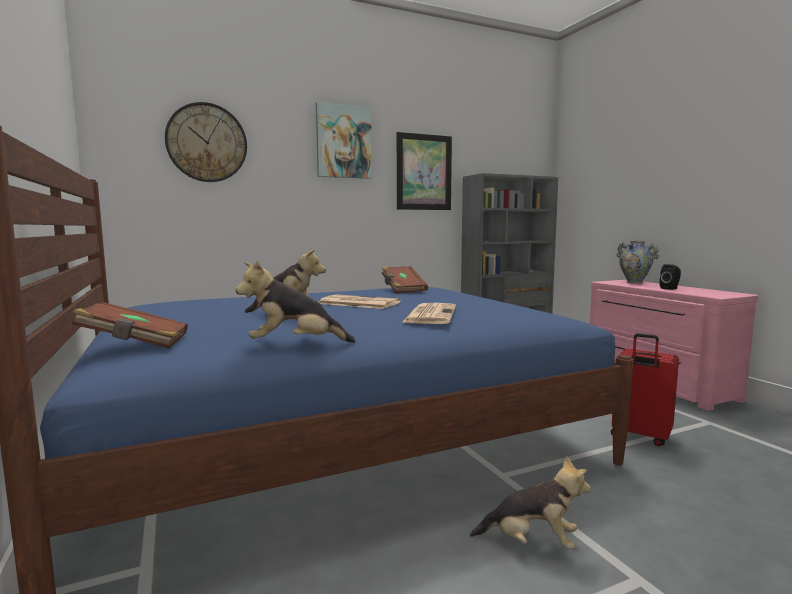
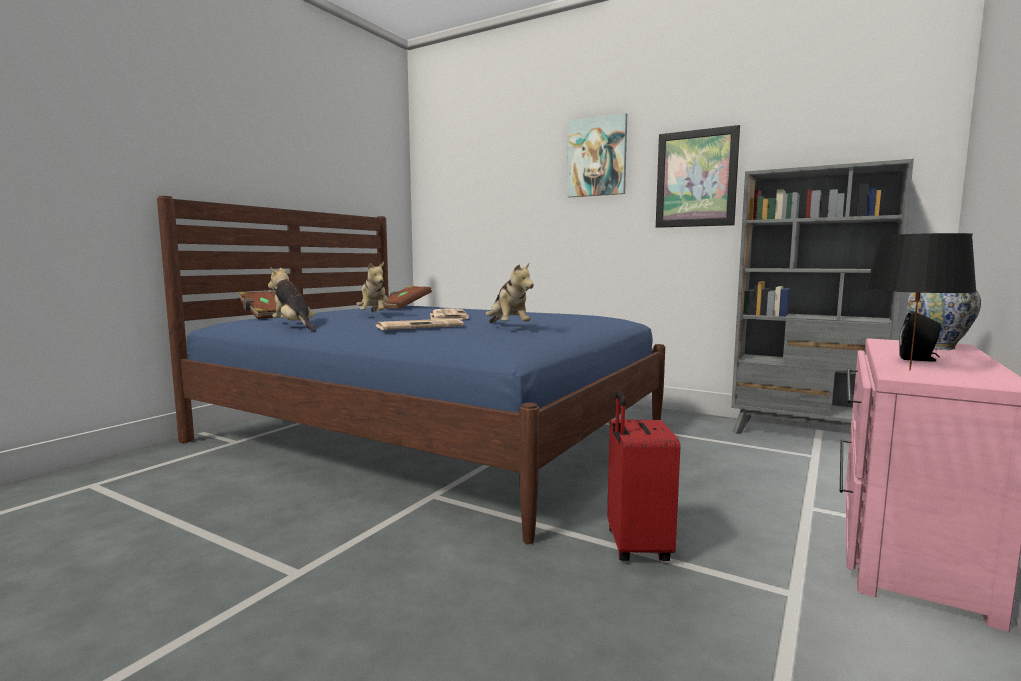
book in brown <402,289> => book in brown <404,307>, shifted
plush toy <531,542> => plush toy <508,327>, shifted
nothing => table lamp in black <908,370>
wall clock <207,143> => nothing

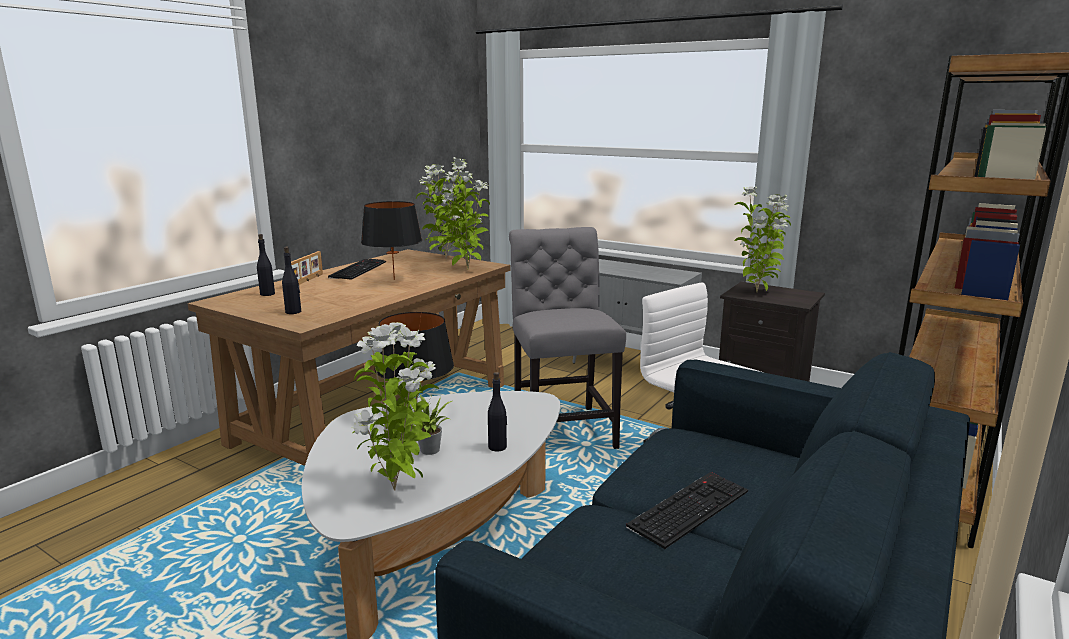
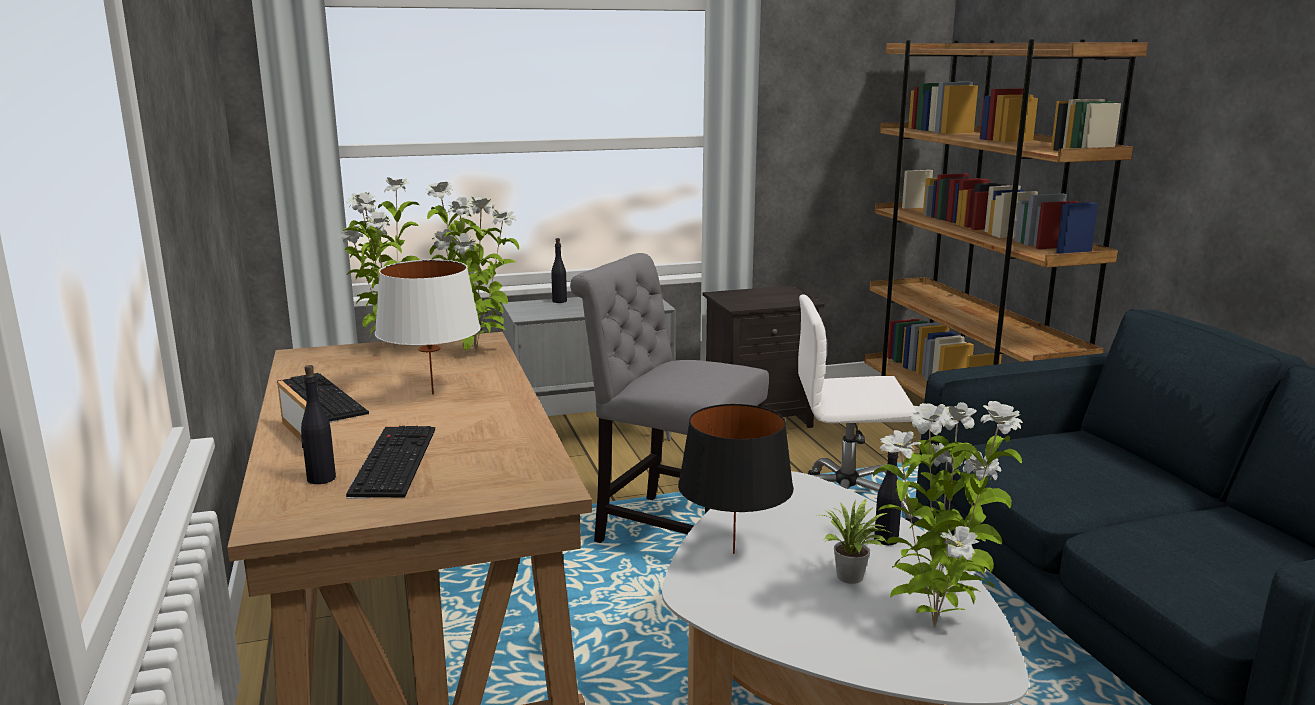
keyboard <688,507> => keyboard <392,460>, shifted
table lamp in black <394,279> => table lamp in white <433,394>
bottle in black <293,312> => bottle in black <559,301>, shifted
potted plant <757,292> => nothing

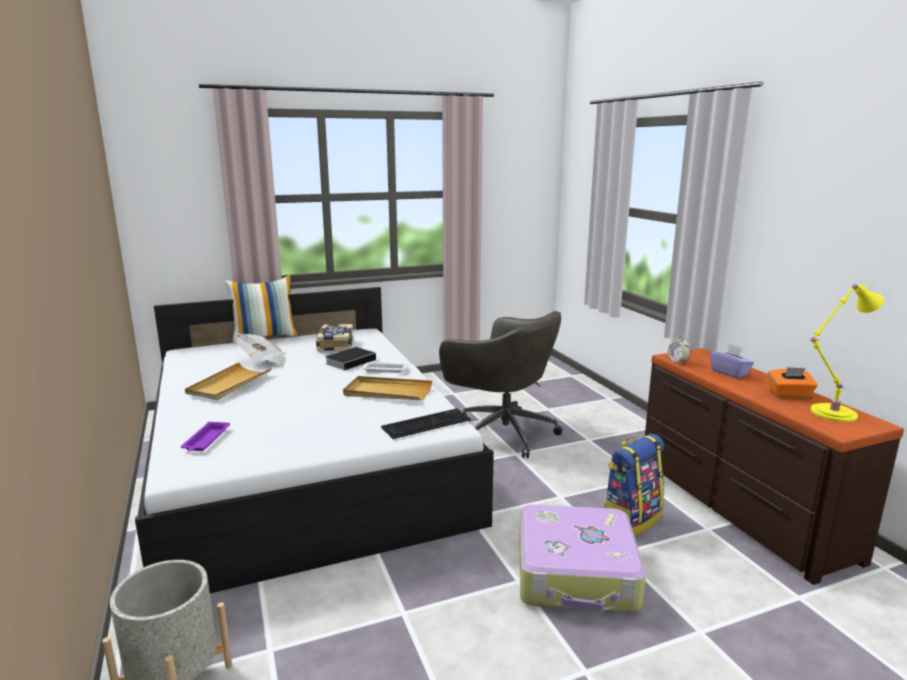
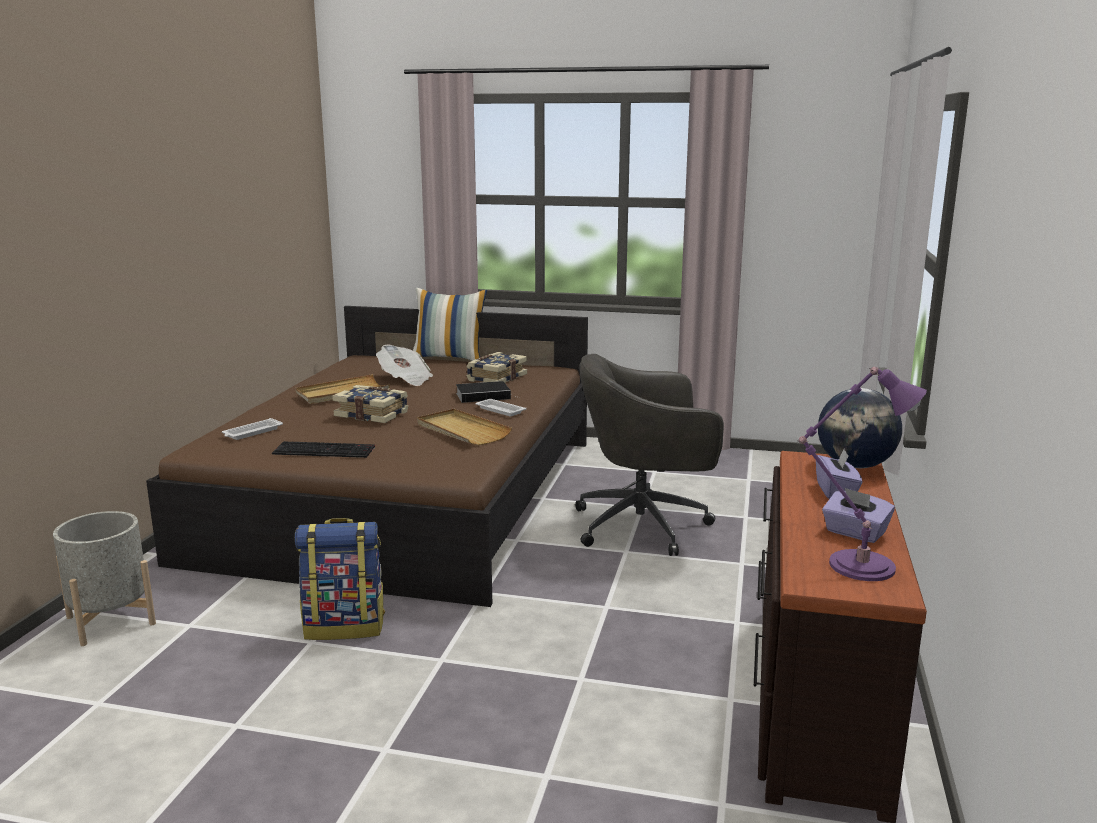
bed in white <303,462> => bed in brown <405,496>
tray in purple <206,440> => tray in white <252,433>
keyboard <427,423> => keyboard <325,450>, shifted
backpack <630,520> => backpack <345,626>, shifted
nothing => book <372,414>
office chair in grey <501,432> => office chair in grey <645,525>, 105 degrees clockwise
table lamp in yellow <830,413> => table lamp in purple <855,565>
nothing => globe <856,465>
tissue box in orange <789,395> => tissue box in purple <855,533>
suitcase <577,574> => nothing
alarm clock <677,361> => nothing

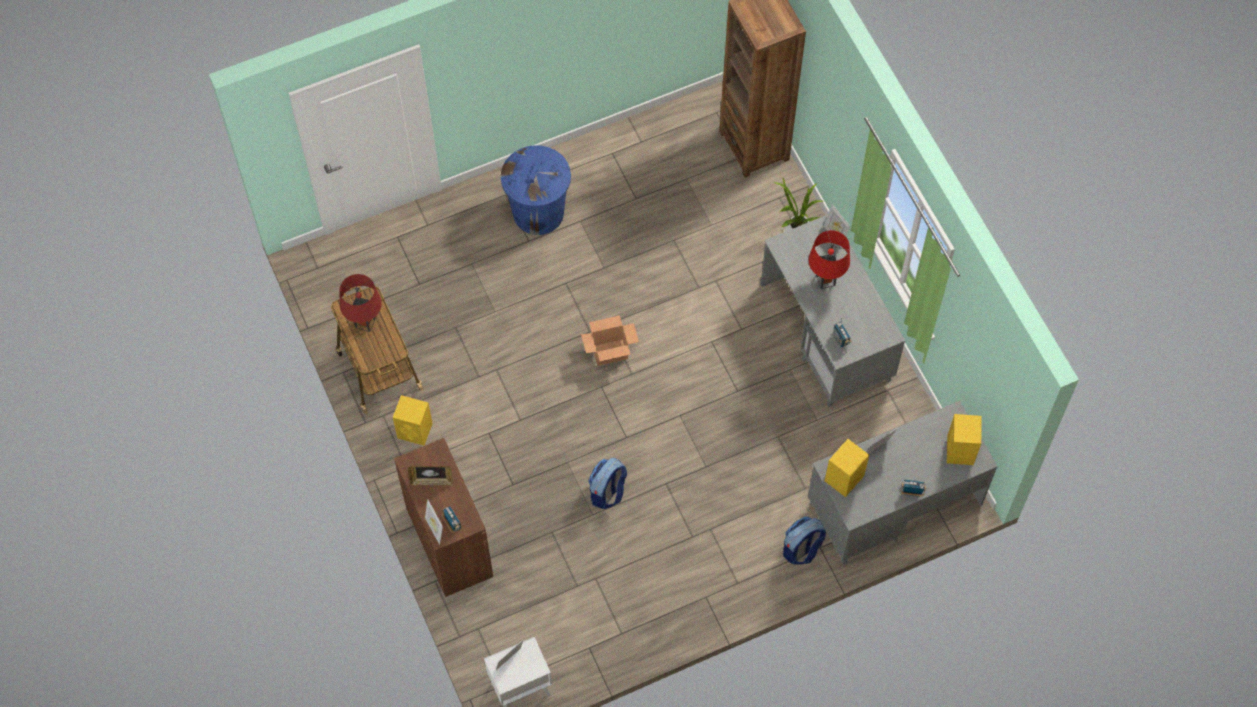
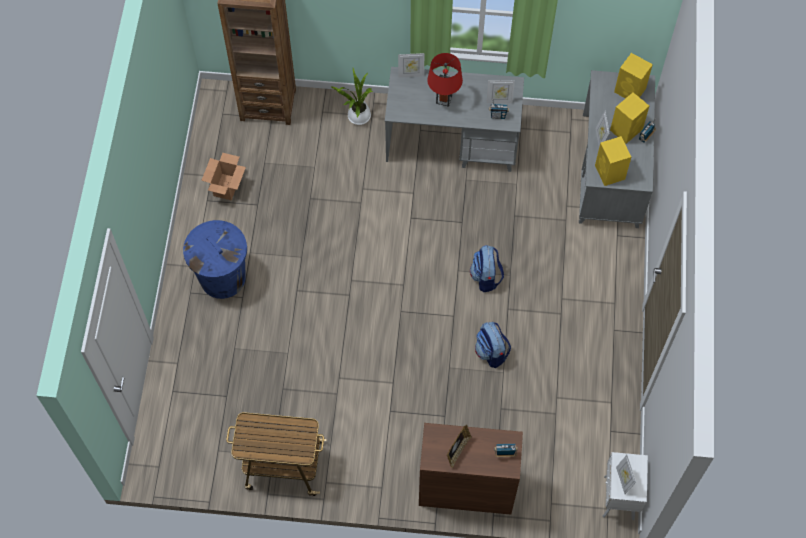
cardboard box <610,352> => cardboard box <226,186>, shifted
backpack <802,549> => backpack <486,277>, shifted
picture frame <435,529> => picture frame <499,100>, shifted
speaker in yellow <415,431> => speaker in yellow <626,129>, shifted
table lamp in red <365,323> => nothing

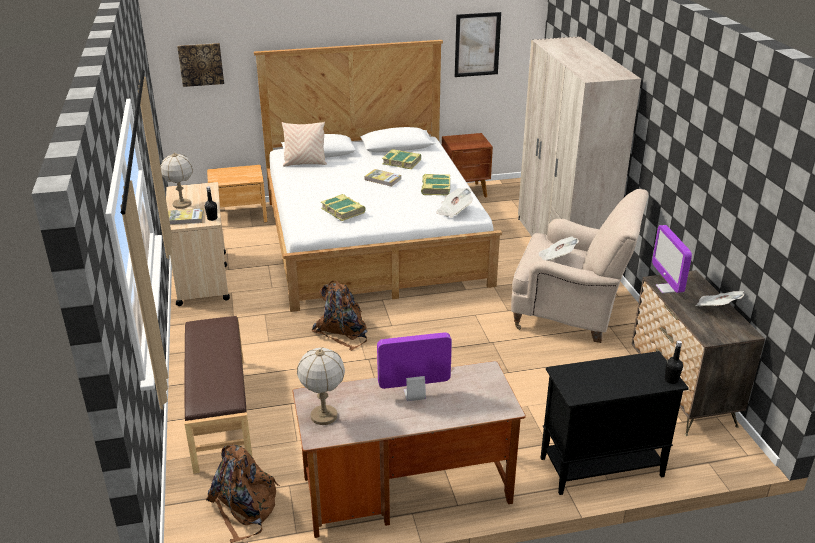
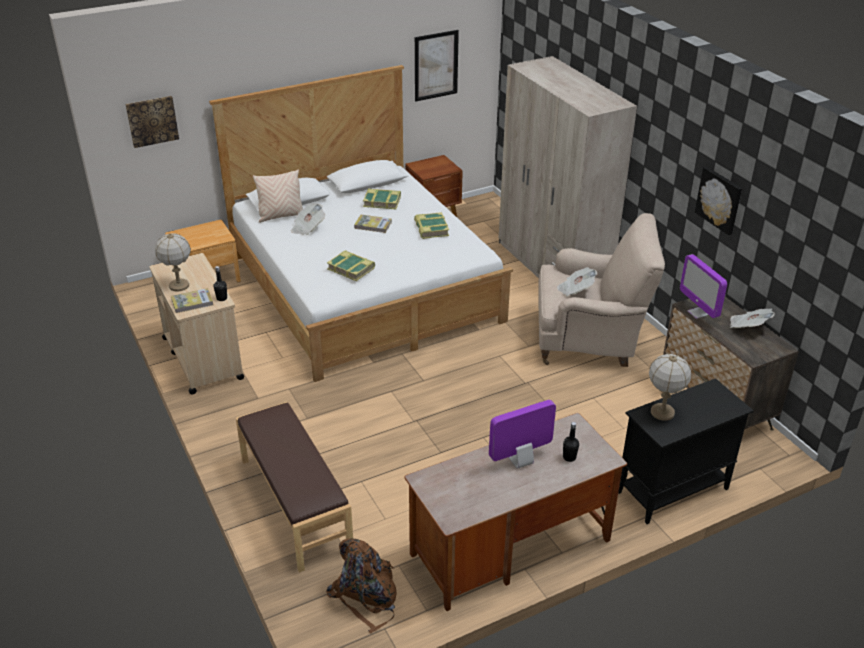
newspaper <454,211> => newspaper <308,228>, shifted
bottle in black <671,380> => bottle in black <569,457>, shifted
table lamp <324,416> => table lamp <662,412>, shifted
nothing => picture <719,200>
backpack in brown <343,331> => nothing

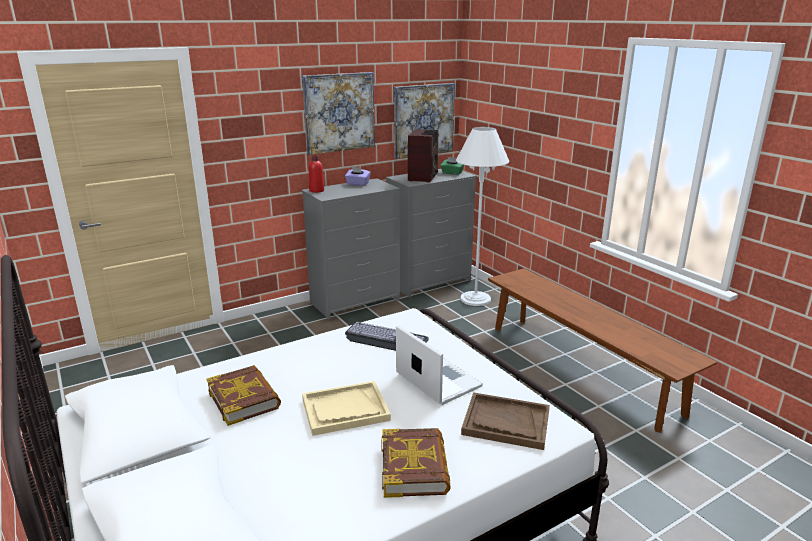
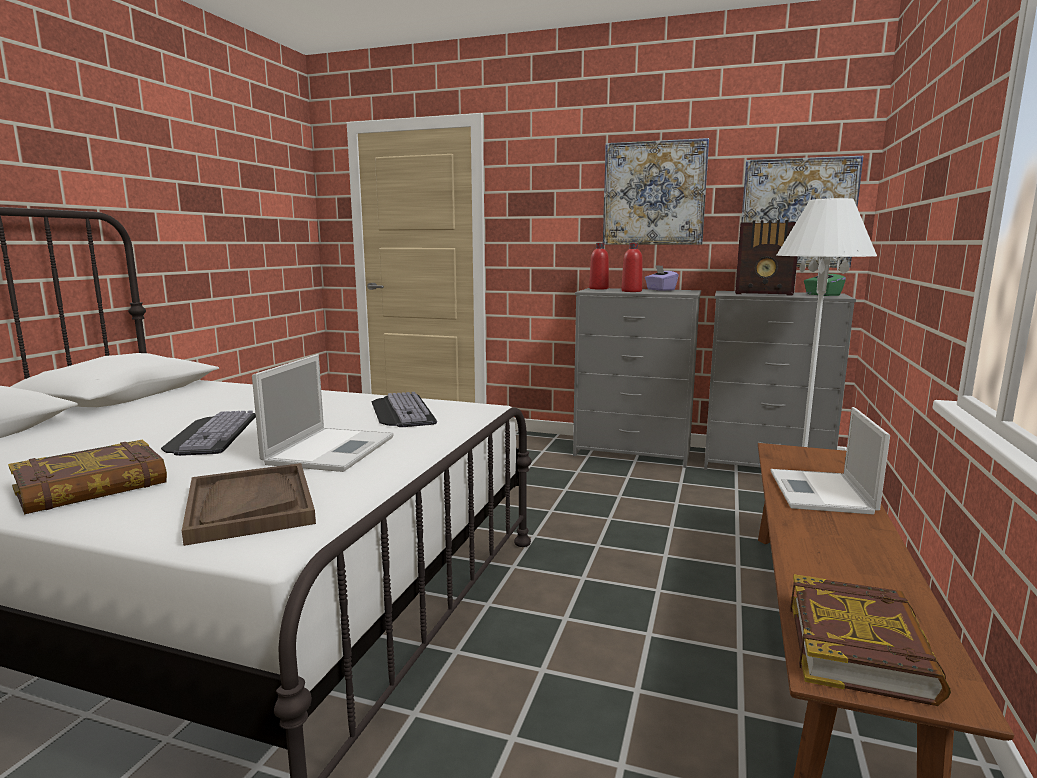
tray in beige <345,410> => keyboard <210,433>
nothing => bottle in red <631,291>
radio <423,177> => radio <764,293>, 45 degrees clockwise
nothing => laptop <821,493>
book <244,399> => book <859,647>, shifted

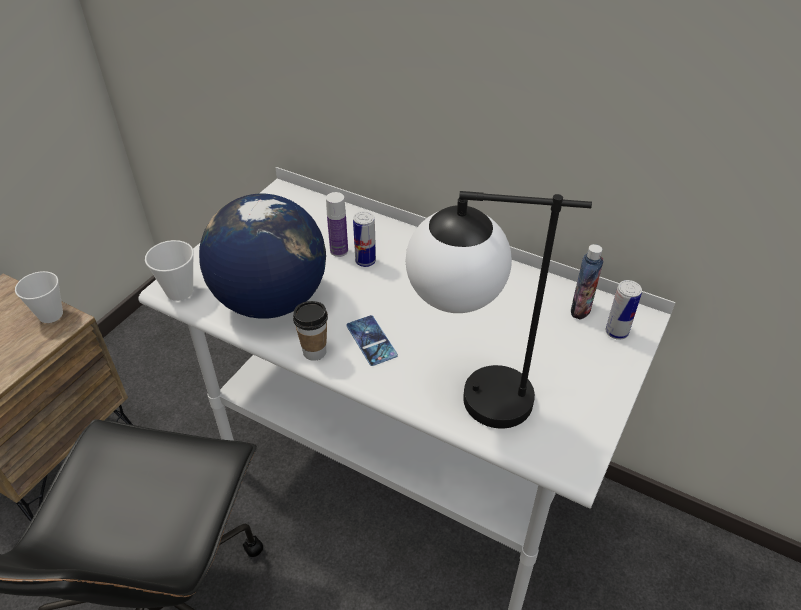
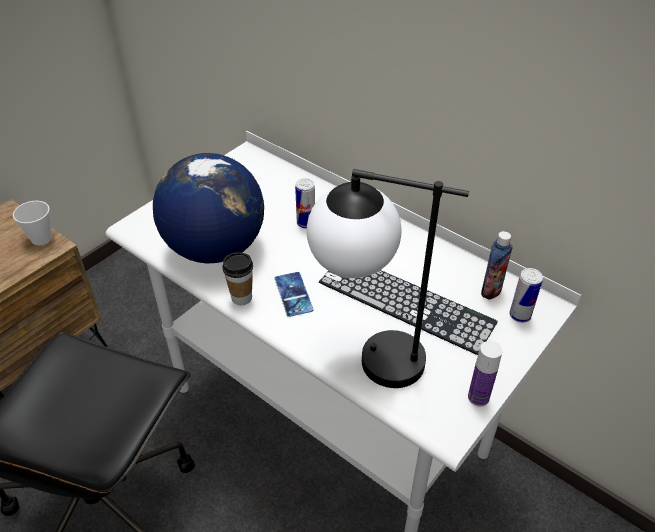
nothing => keyboard <405,302>
bottle <339,251> => bottle <478,397>, shifted
cup <179,291> => nothing

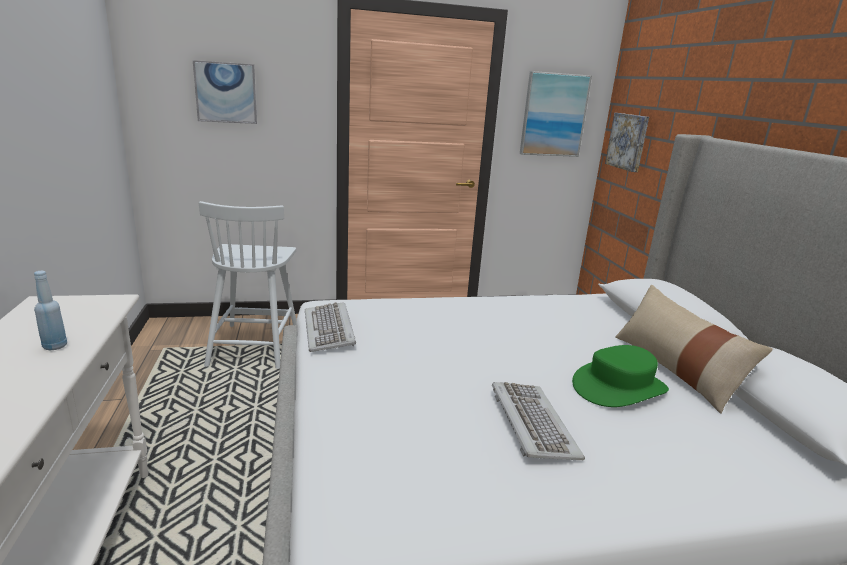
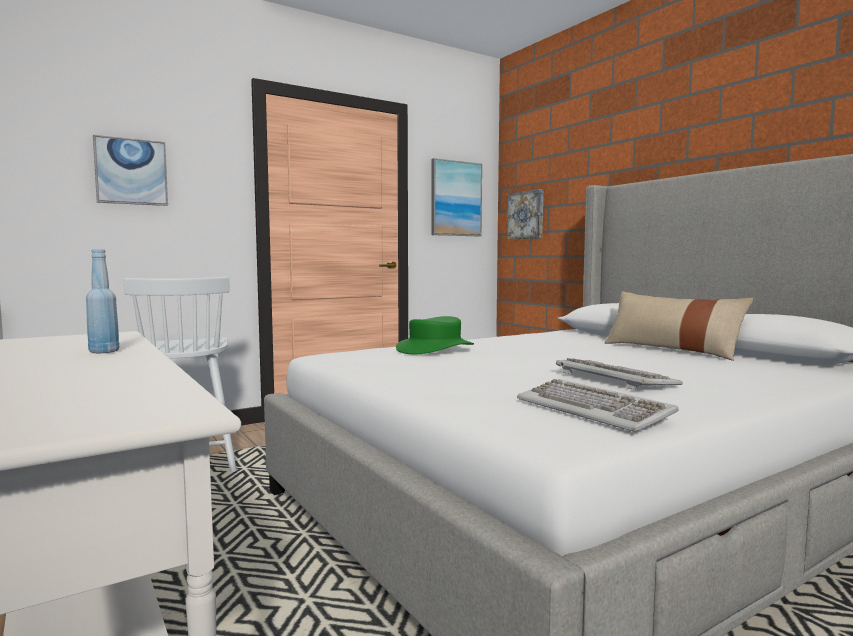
hat in green <619,387> => hat in green <435,349>, shifted
keyboard <330,330> => keyboard <593,410>, shifted

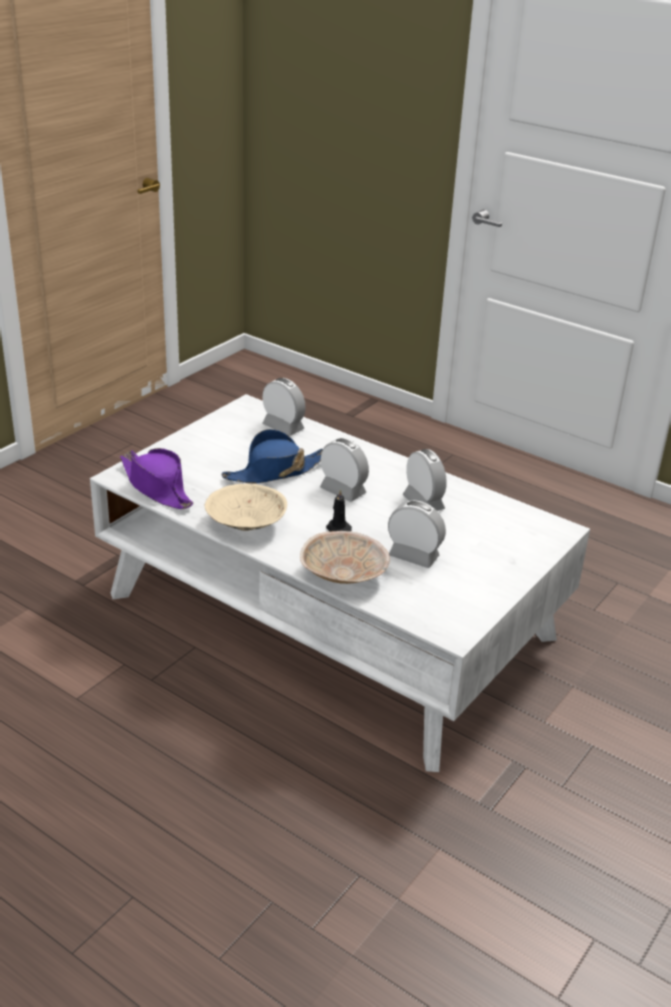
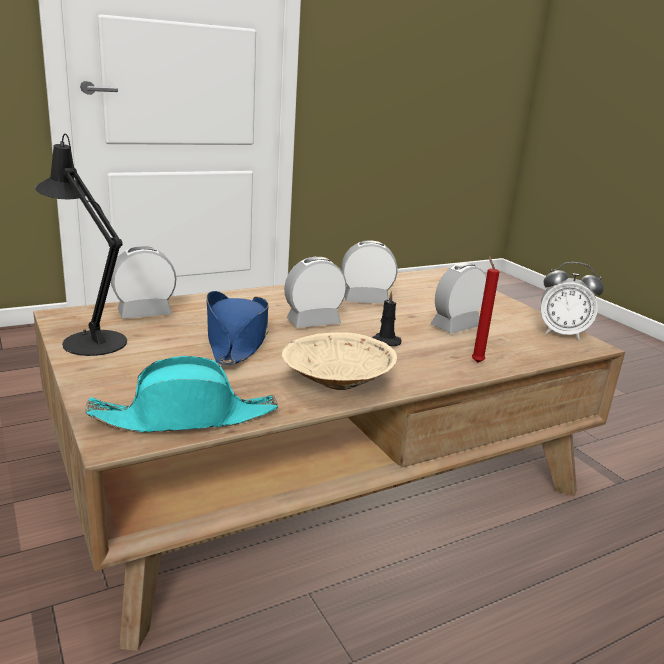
coffee table in white <328,615> => coffee table in brown <319,473>
nothing => table lamp in black <90,339>
hat in purple <157,487> => hat in turquoise <186,417>
bowl in beige <344,575> => candle in red <476,361>
nothing => alarm clock <562,333>

